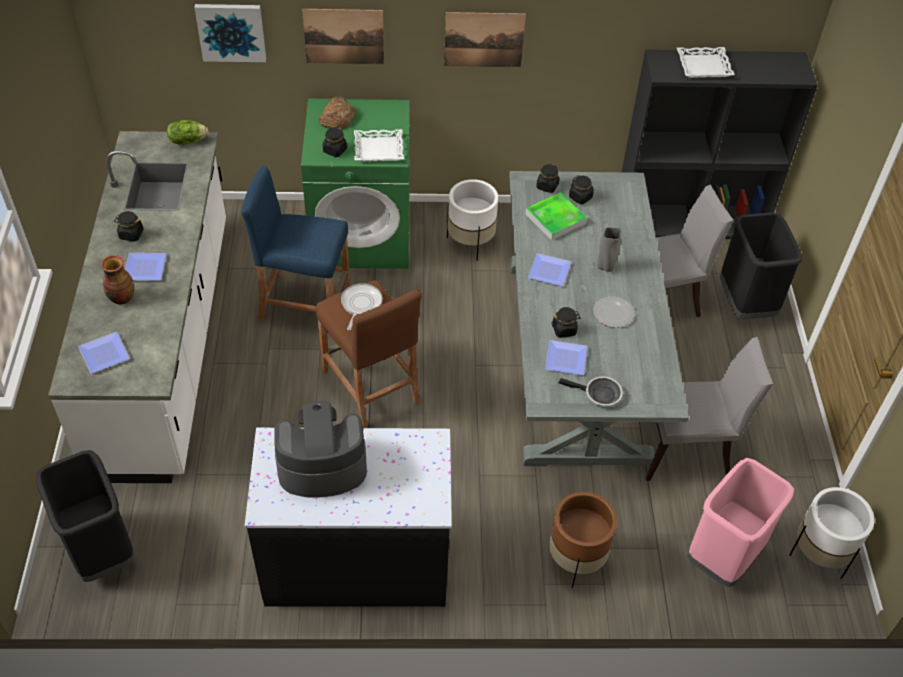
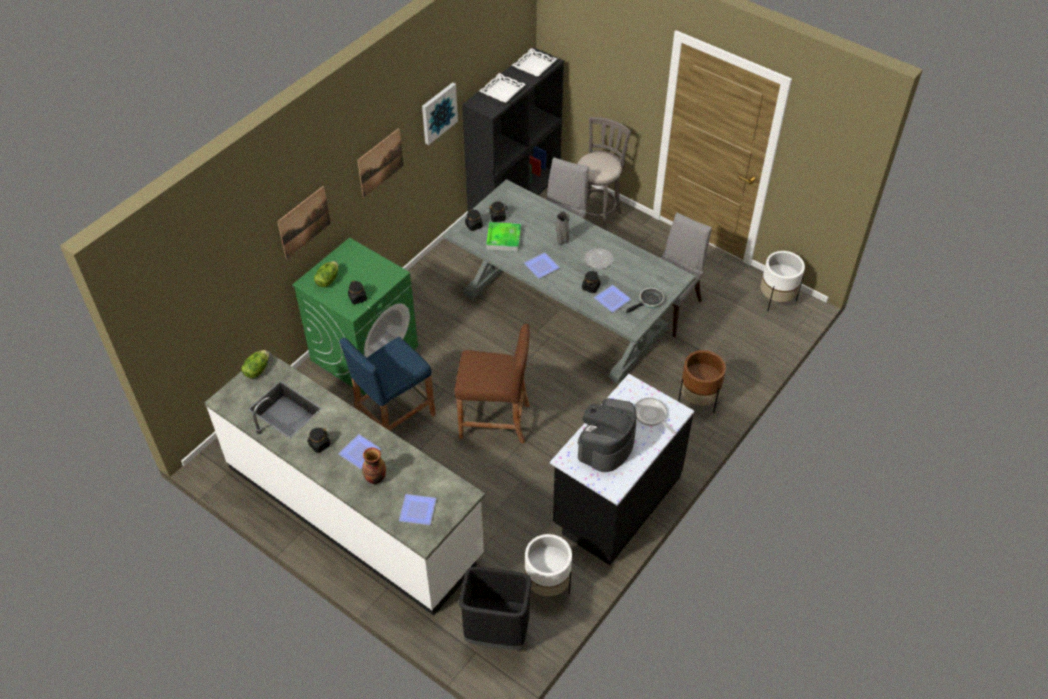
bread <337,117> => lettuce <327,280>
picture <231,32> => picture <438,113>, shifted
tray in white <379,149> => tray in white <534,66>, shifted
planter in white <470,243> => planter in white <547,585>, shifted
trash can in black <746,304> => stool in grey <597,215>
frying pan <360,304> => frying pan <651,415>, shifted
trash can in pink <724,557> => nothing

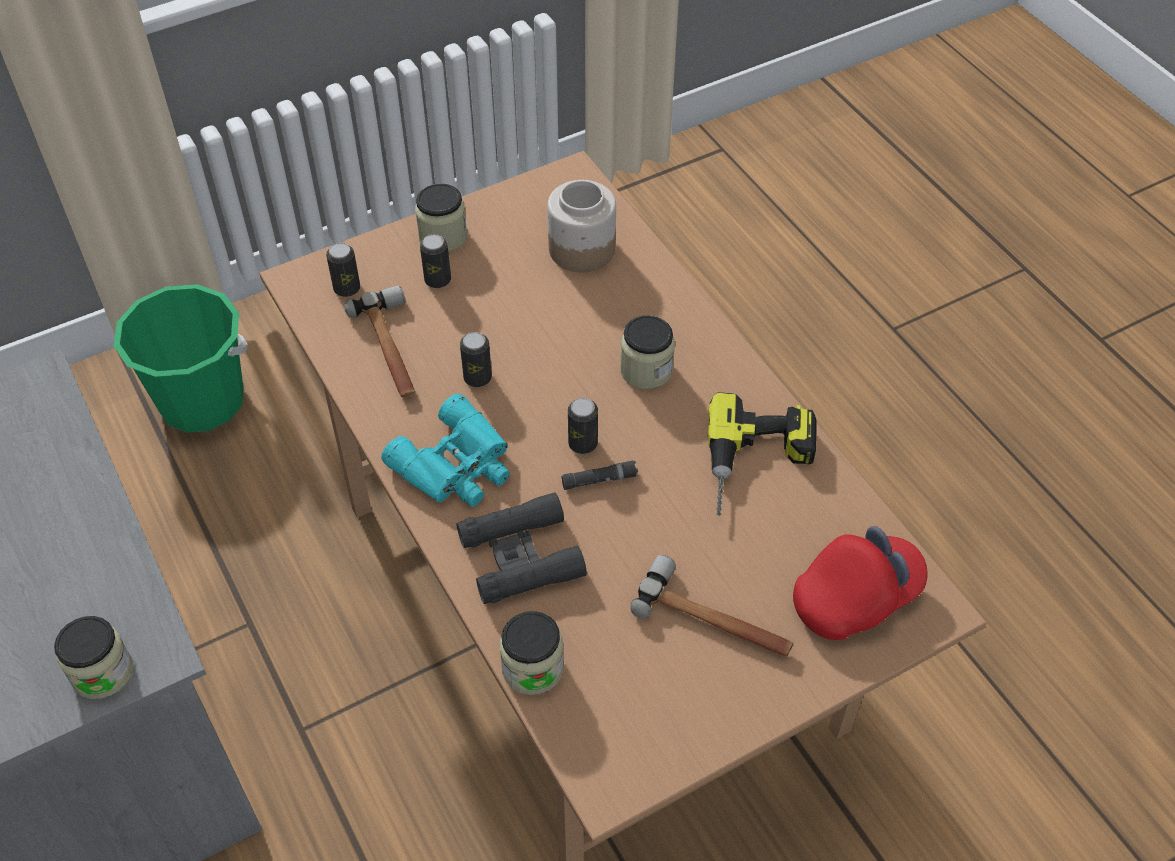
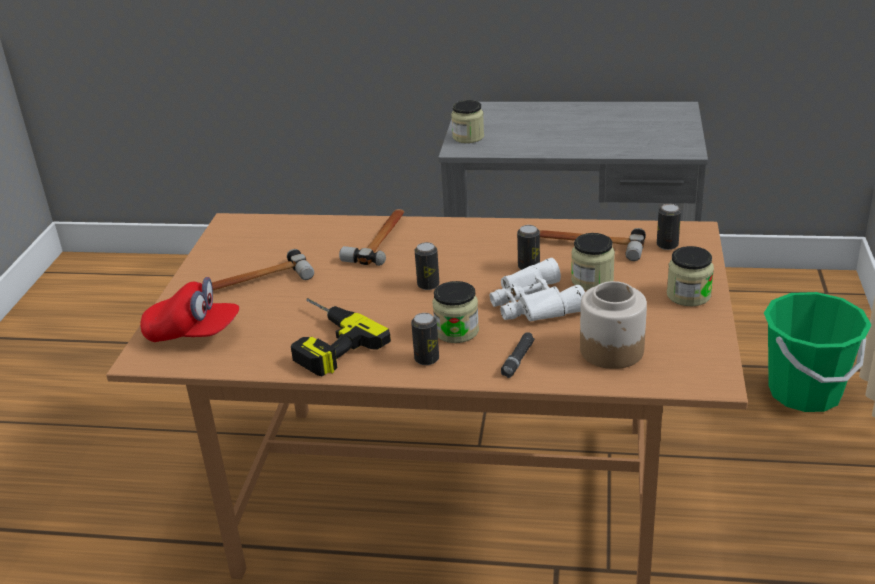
cap in red <856,598> => cap in red <193,333>, 90 degrees counterclockwise
binoculars in black <521,556> => hammer <380,240>
can <437,280> => can <426,359>, shifted
nothing => binoculars in white <533,304>
flashlight in black <599,480> => flashlight in black <518,360>, shifted
jar <532,668> => jar <592,280>, shifted
binoculars in turquoise <457,466> => nothing

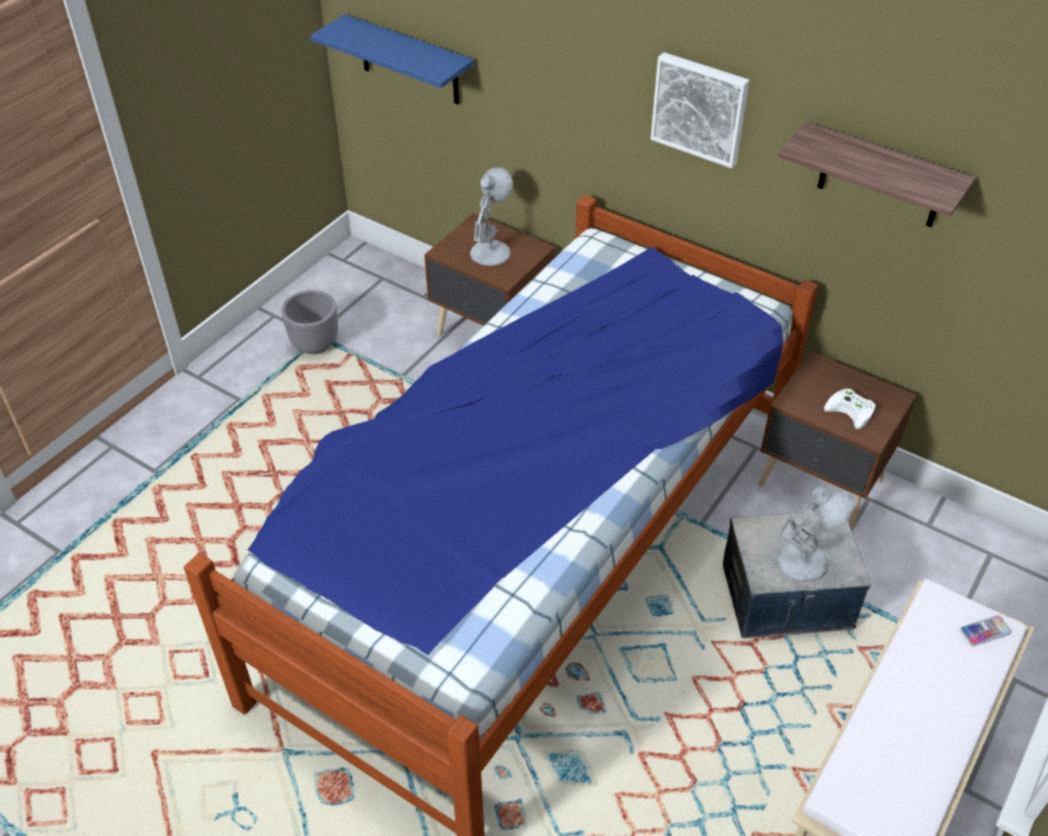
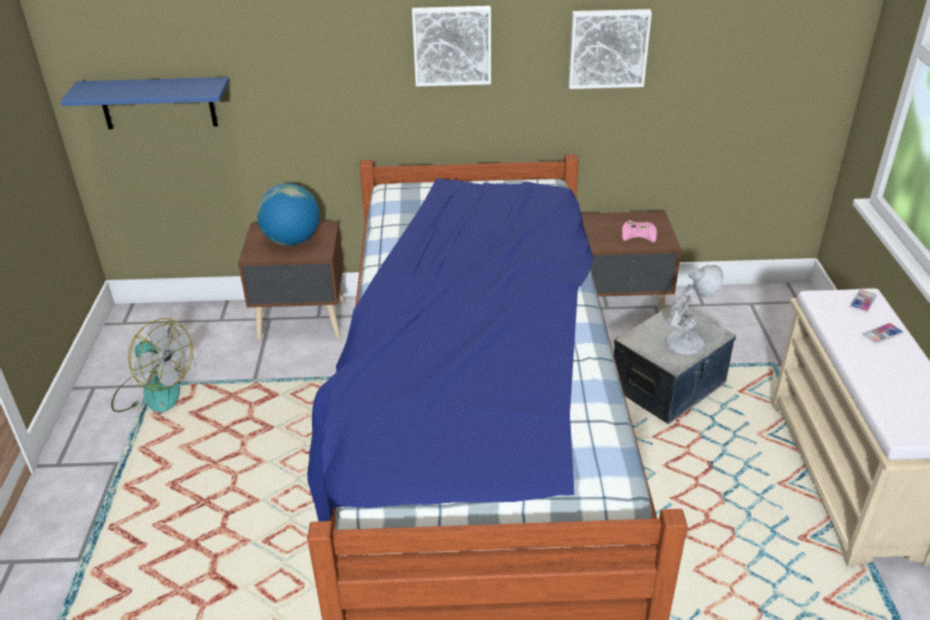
planter in grey <315,344> => fan <154,391>
table lamp in white <491,251> => globe <292,241>
shelf <881,177> => picture <608,48>
game controller in white <852,410> => game controller in pink <639,234>
nothing => phone <882,334>

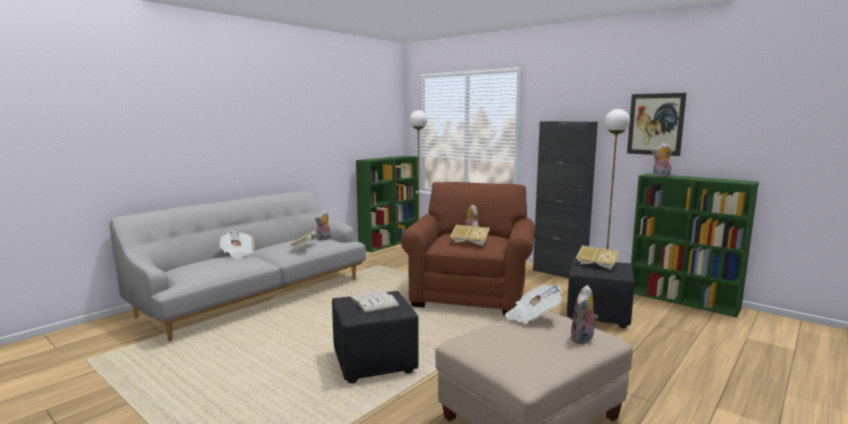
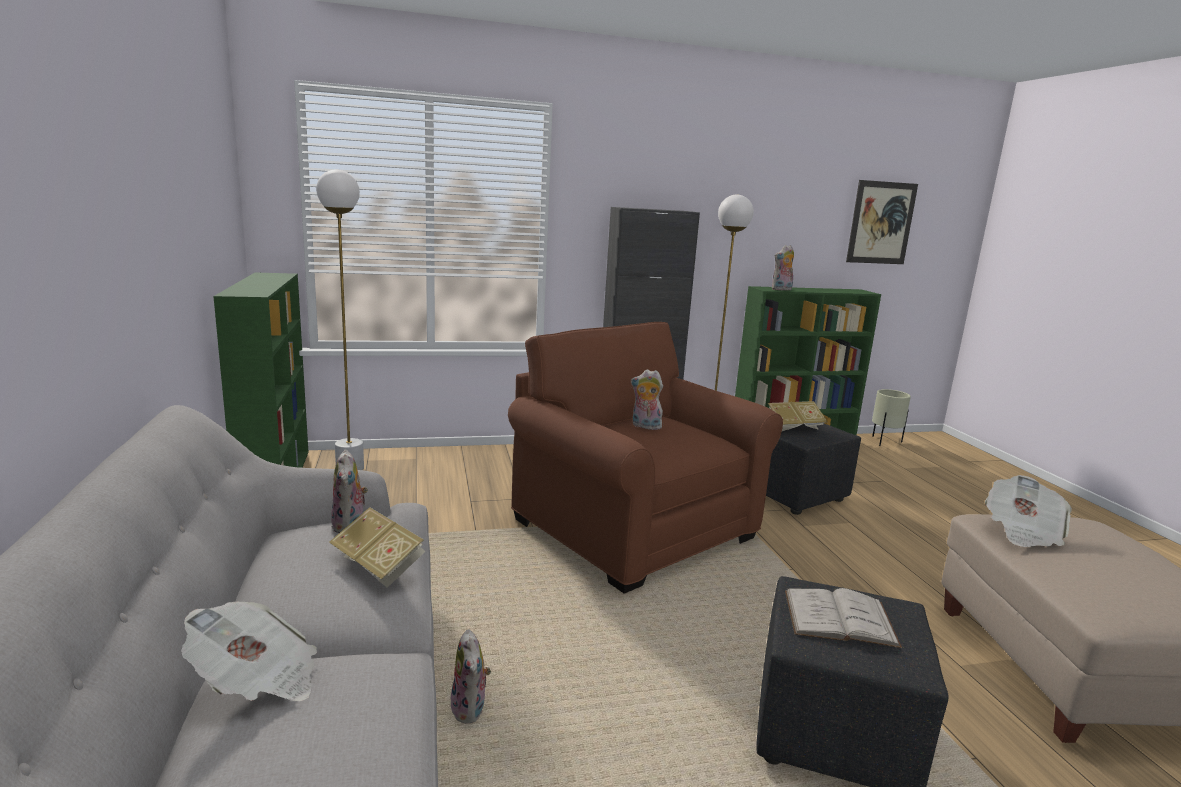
plush toy <583,339> => plush toy <471,710>, shifted
picture <655,124> => picture <881,223>, shifted
nothing => planter in beige <884,441>
book <470,243> => nothing

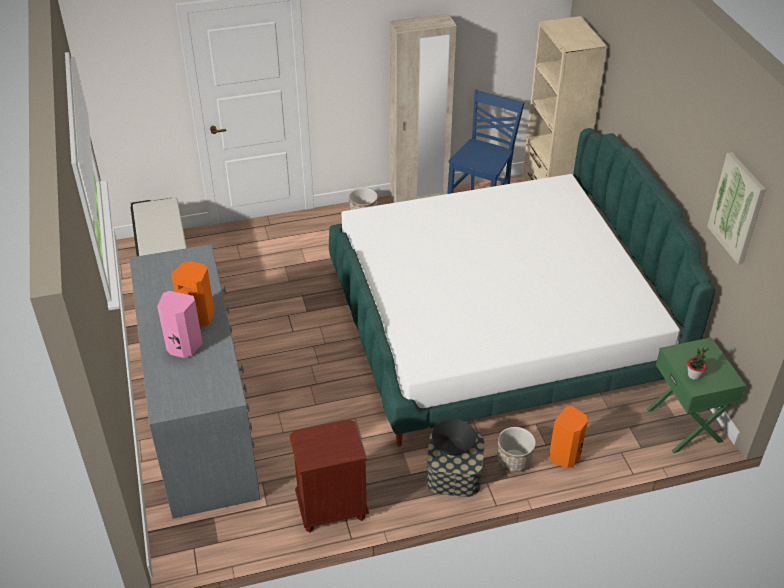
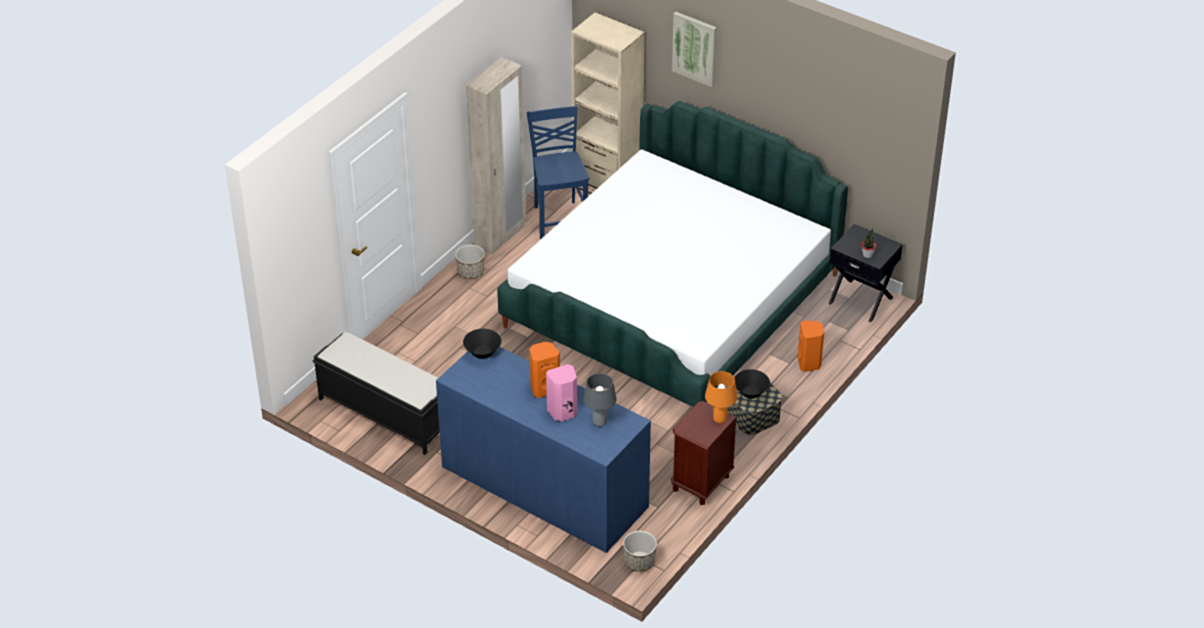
dresser in grey <202,420> => dresser in blue <544,486>
nothing => bowl in black <482,353>
nothing => table lamp in grey <599,422>
planter <513,461> => planter <639,562>, shifted
picture <737,208> => picture <695,48>, shifted
nothing => table lamp in orange <720,419>
nightstand in green <685,425> => nightstand in black <861,300>

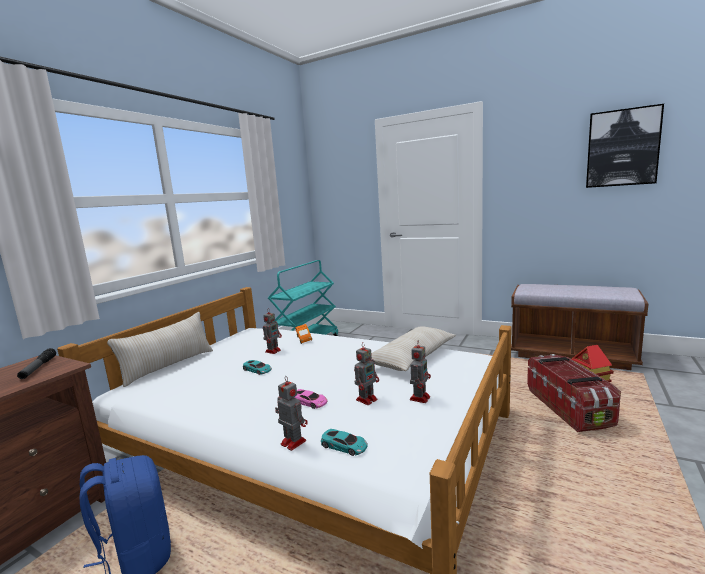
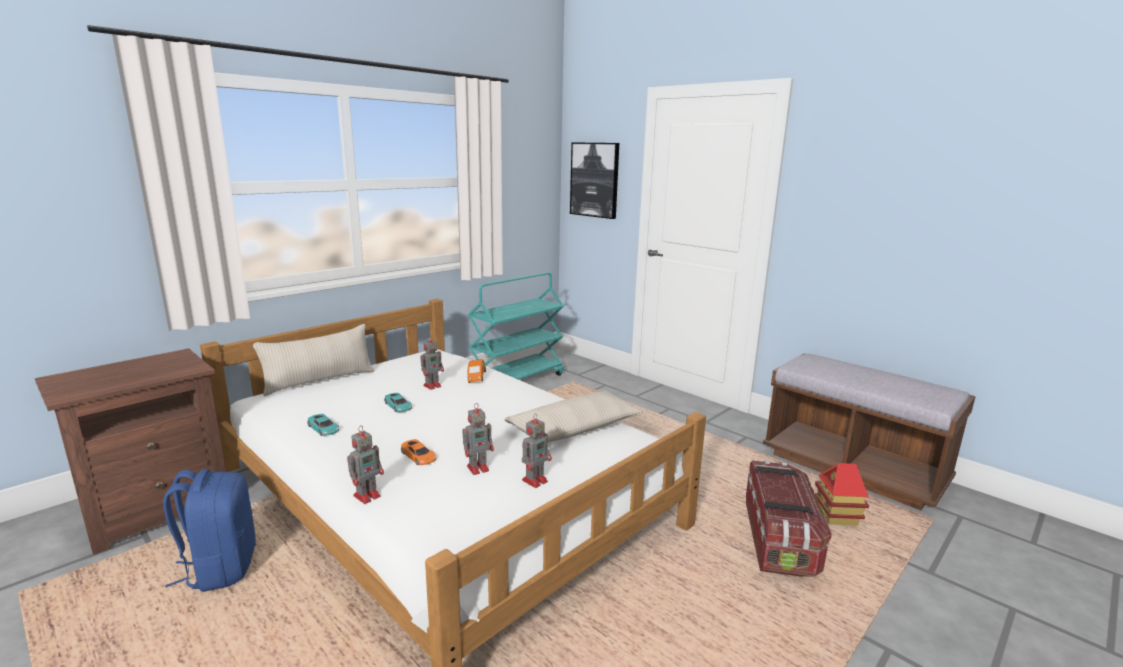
toy car in turquoise <344,446> => toy car in turquoise <323,428>, shifted
toy robot <292,442> => toy robot <368,495>, 75 degrees clockwise
toy car in pink <309,402> => toy car in orange <418,456>
picture <622,148> => picture <595,180>, shifted
flashlight <38,368> => nothing

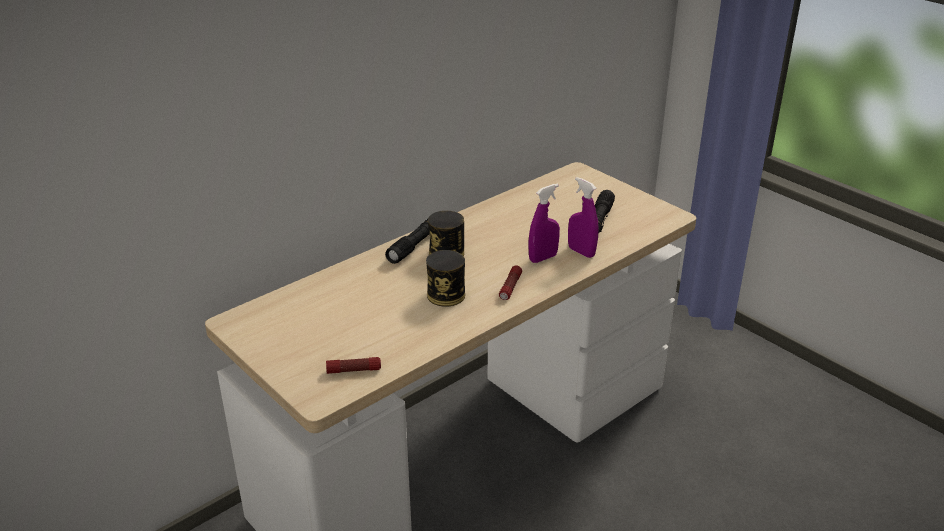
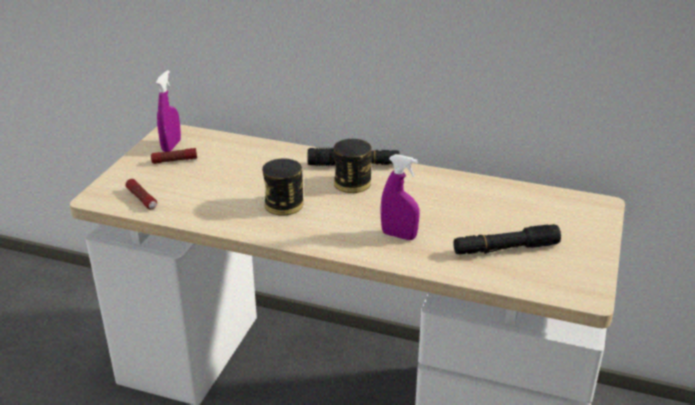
flashlight <510,288> => flashlight <174,161>, shifted
spray bottle in purple <581,252> => spray bottle in purple <171,146>, shifted

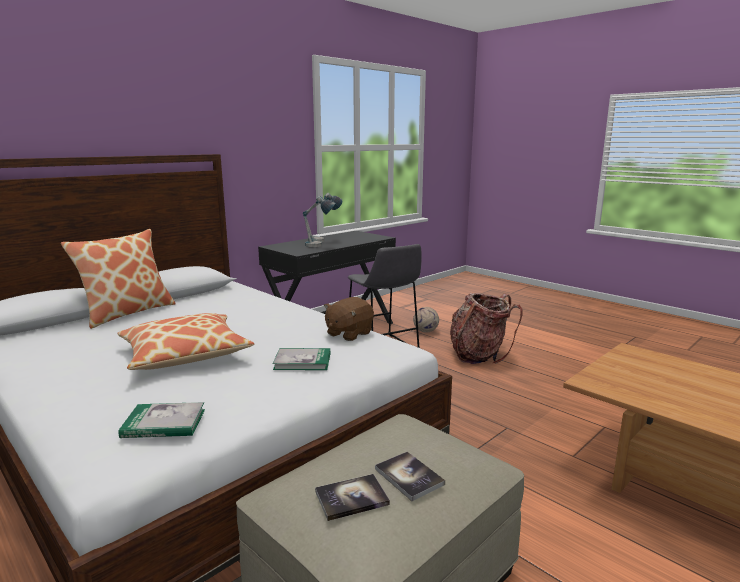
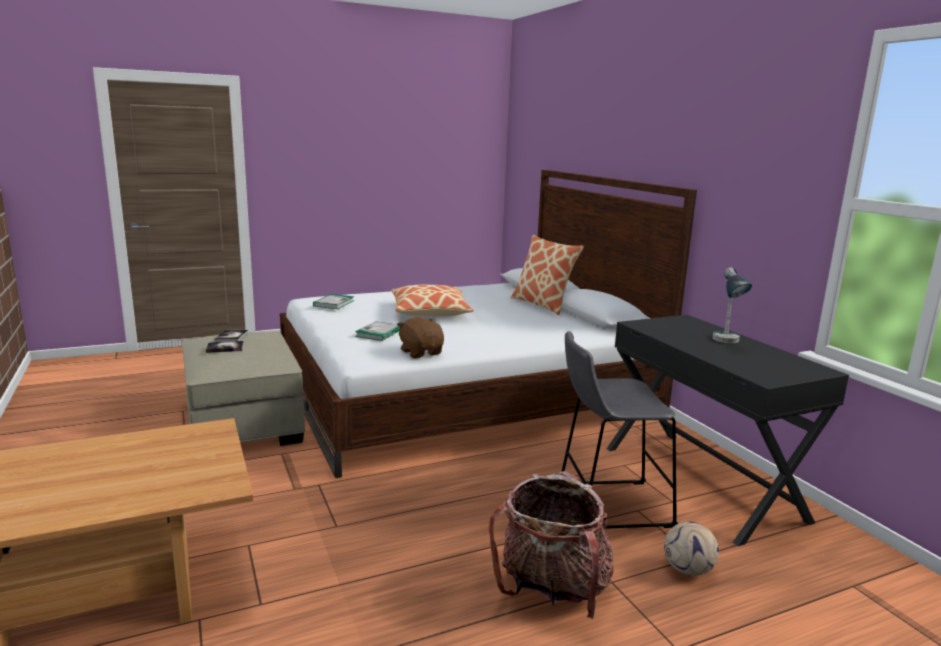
table lamp <319,246> => nothing

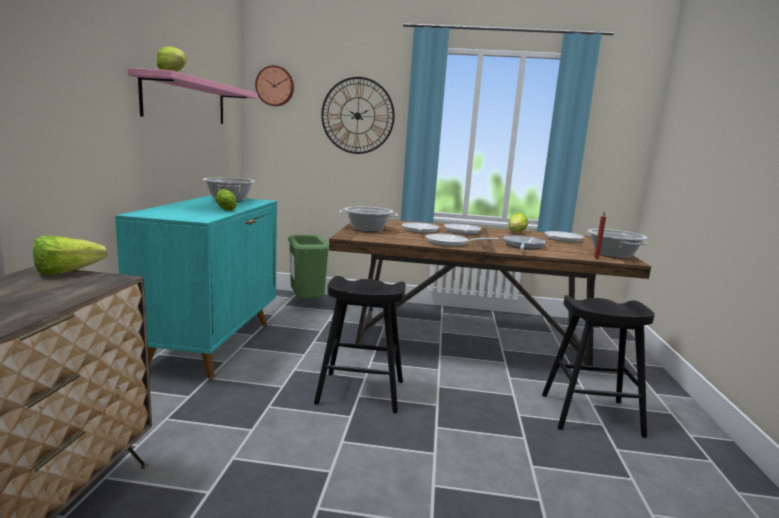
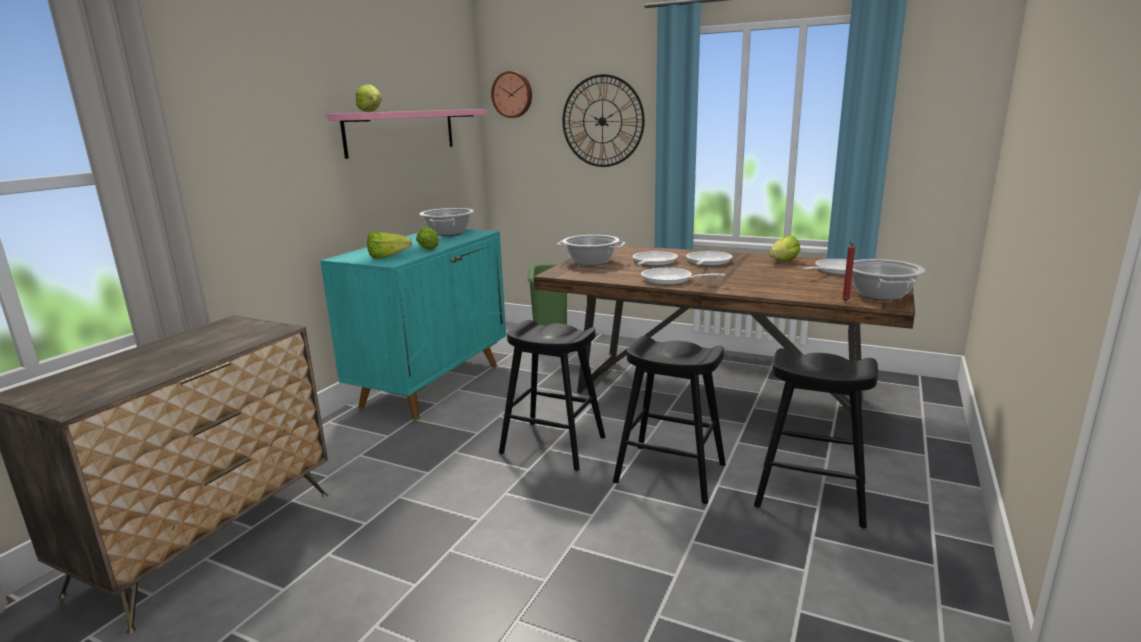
lettuce <73,272> => lettuce <391,257>, shifted
nothing => stool in black <670,473>
frying pan <523,246> => nothing

